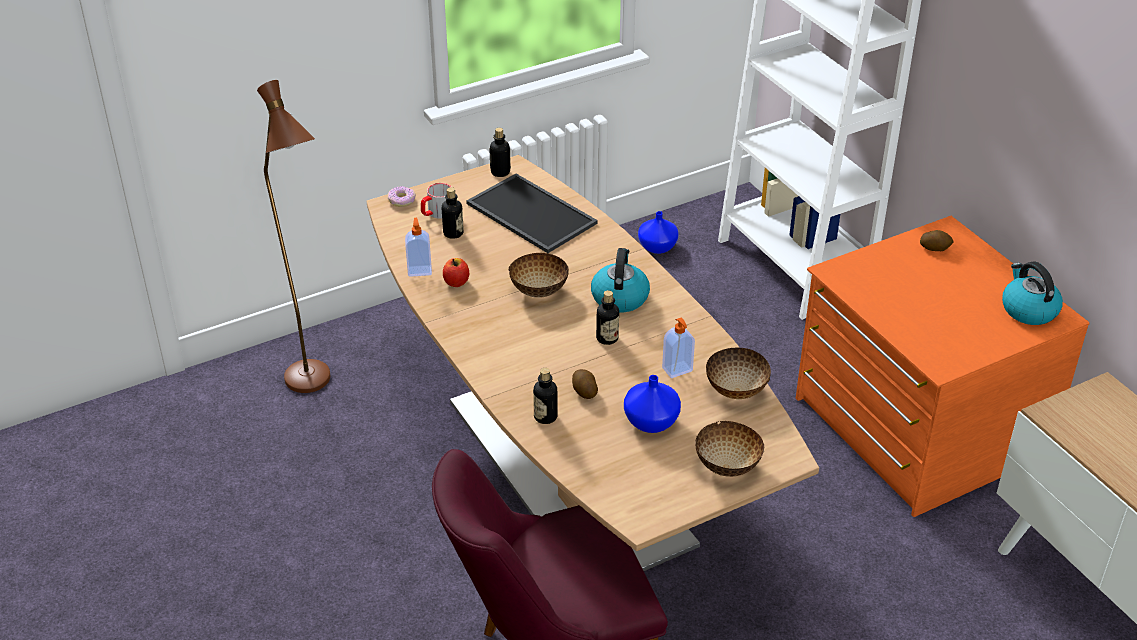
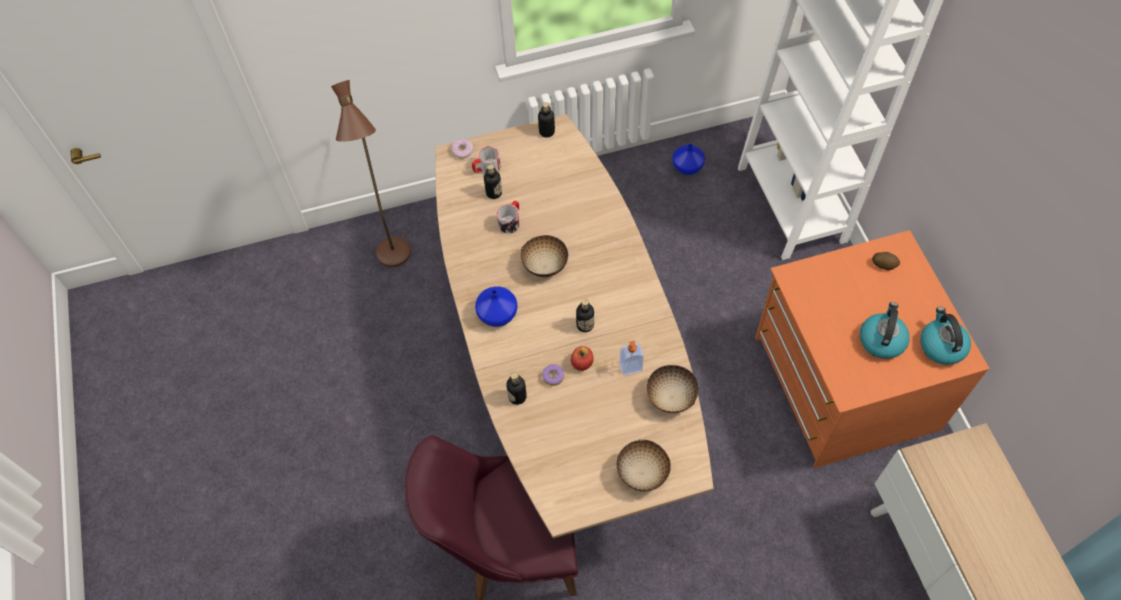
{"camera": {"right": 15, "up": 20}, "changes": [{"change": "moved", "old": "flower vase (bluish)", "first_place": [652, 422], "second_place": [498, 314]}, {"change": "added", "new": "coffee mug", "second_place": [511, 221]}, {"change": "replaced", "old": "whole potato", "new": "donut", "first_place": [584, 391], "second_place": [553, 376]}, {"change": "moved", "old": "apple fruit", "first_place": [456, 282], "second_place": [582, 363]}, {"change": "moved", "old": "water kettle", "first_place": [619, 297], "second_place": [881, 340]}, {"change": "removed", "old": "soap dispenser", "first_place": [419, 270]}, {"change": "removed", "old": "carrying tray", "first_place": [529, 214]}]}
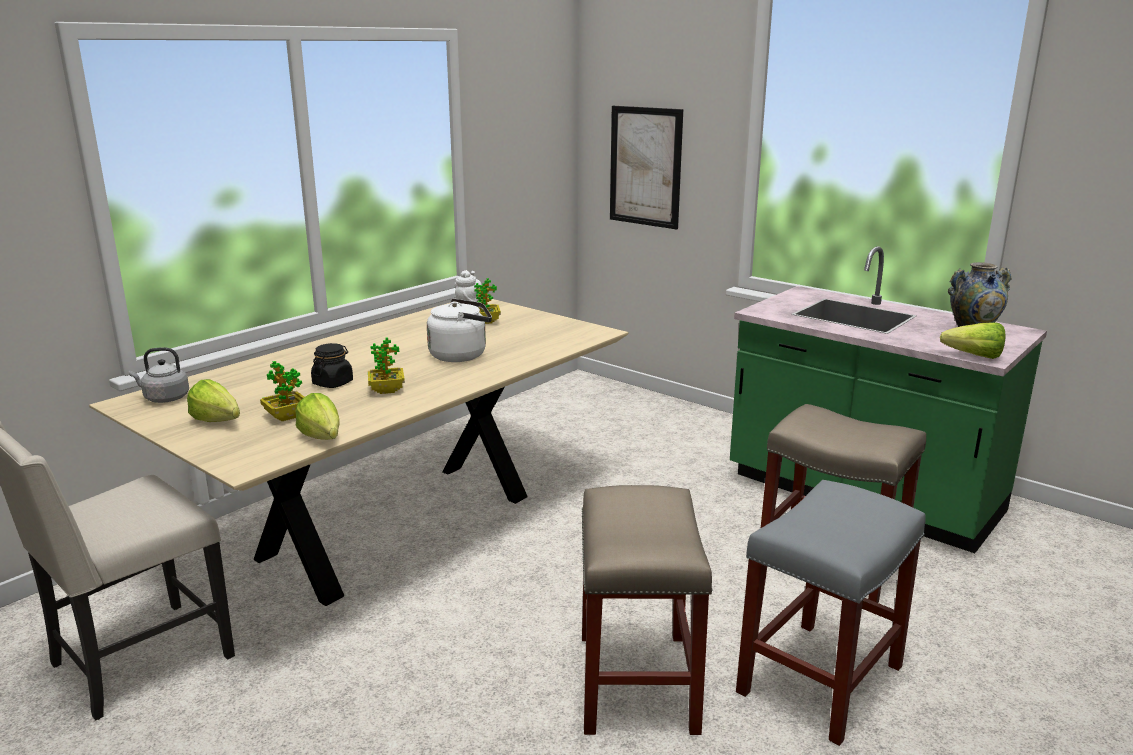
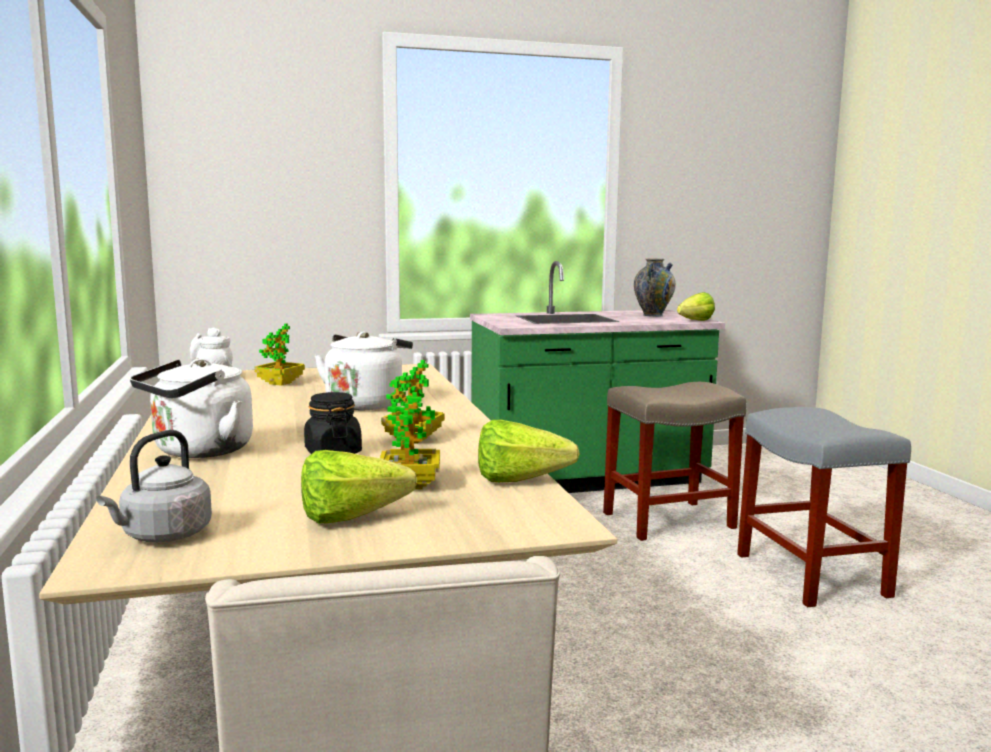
{"camera": {"right": -55, "up": -10}, "changes": [{"change": "added", "new": "water kettle (whitish)", "second_place": [198, 451]}, {"change": "removed", "old": "sitting stool (beige-coloured)", "first_place": [638, 684]}, {"change": "removed", "old": "wall art", "first_place": [645, 166]}]}
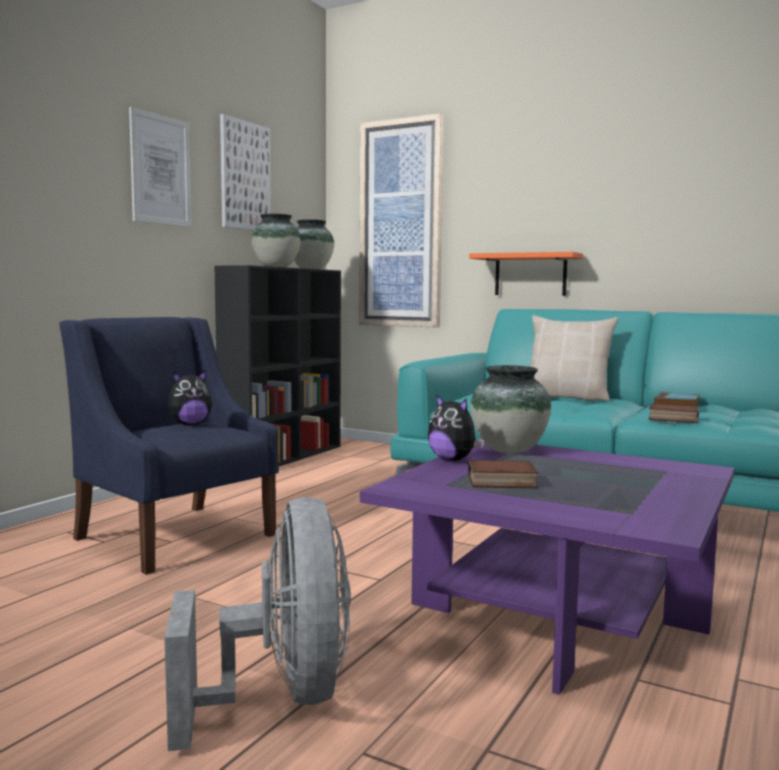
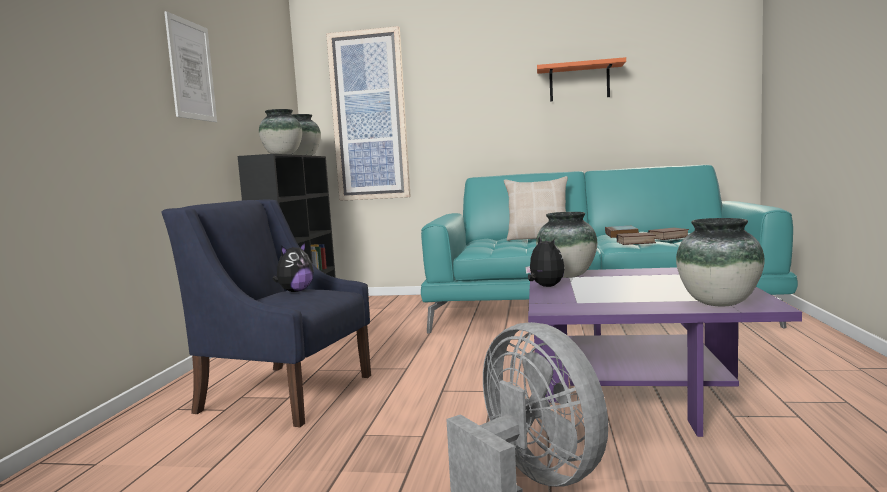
{"camera": {"right": -20, "up": 0}, "changes": [{"change": "turned", "old": "plush toy", "first_place": [453, 460], "second_place": [545, 287], "degrees": -135}, {"change": "moved", "old": "bracket shelf (orangey)", "first_place": [530, 274], "second_place": [579, 82]}, {"change": "moved", "old": "volume", "first_place": [501, 482], "second_place": [668, 237]}, {"change": "added", "new": "flower vase", "second_place": [719, 303]}, {"change": "removed", "old": "wall art", "first_place": [245, 176]}]}
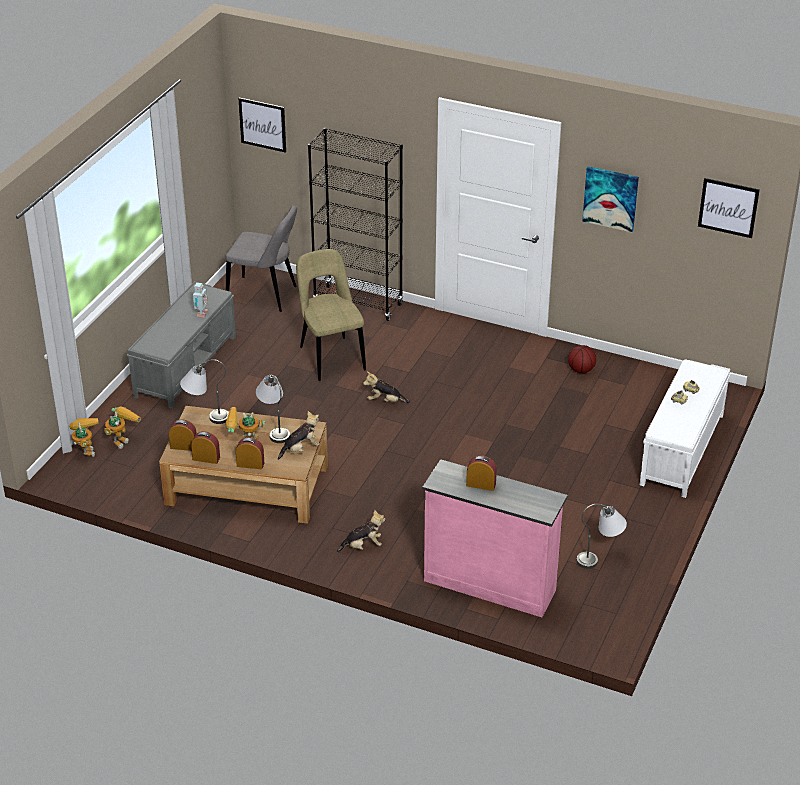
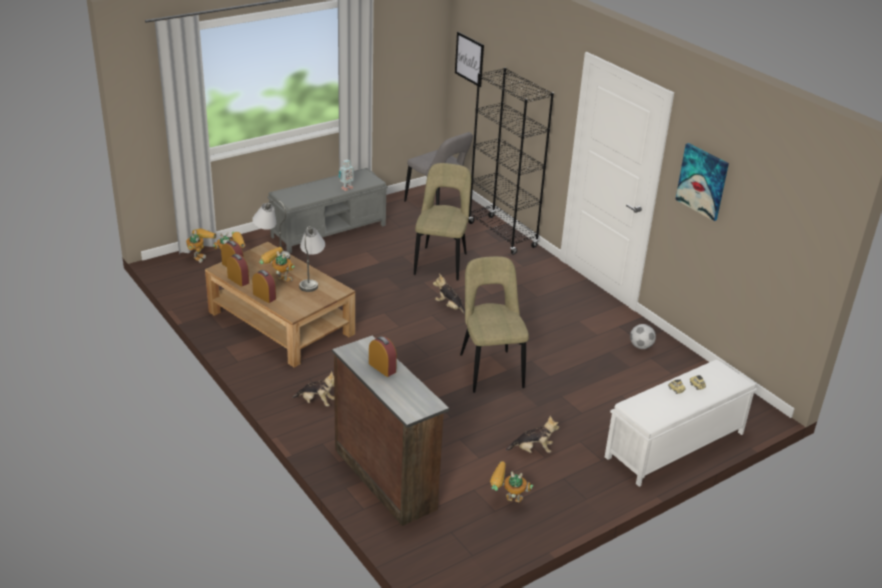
{"camera": {"right": 30, "up": -5}, "changes": [{"change": "recoloured", "old": "drawer chest (pink)", "new": "drawer chest (brownish)", "first_place": [489, 584], "second_place": [386, 477]}, {"change": "added", "new": "plain chair (beige-coloured)", "second_place": [490, 369]}, {"change": "replaced", "old": "tabletop lamp (grey)", "new": "robot figure", "first_place": [600, 558], "second_place": [506, 501]}, {"change": "moved", "old": "plush toy", "first_place": [301, 449], "second_place": [533, 450]}, {"change": "replaced", "old": "basketball", "new": "ball for football", "first_place": [581, 370], "second_place": [640, 346]}, {"change": "removed", "old": "wall art", "first_place": [728, 207]}]}
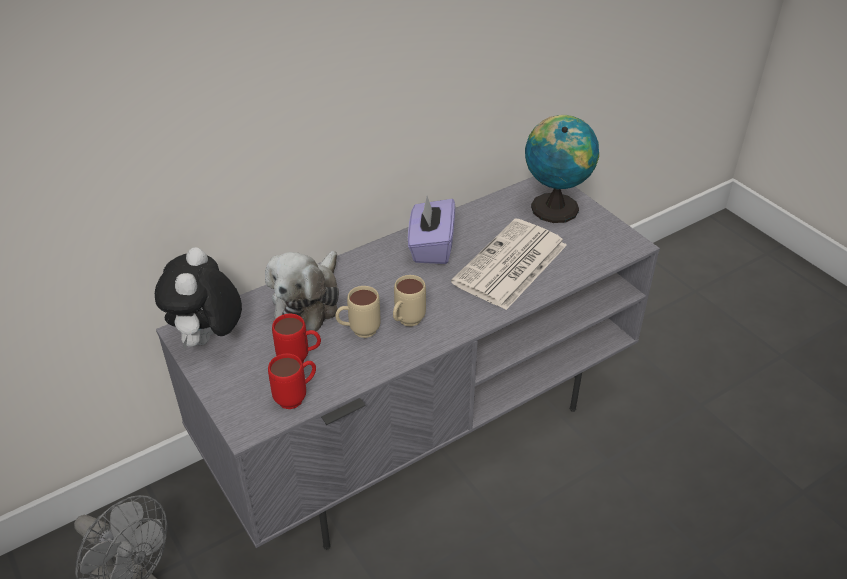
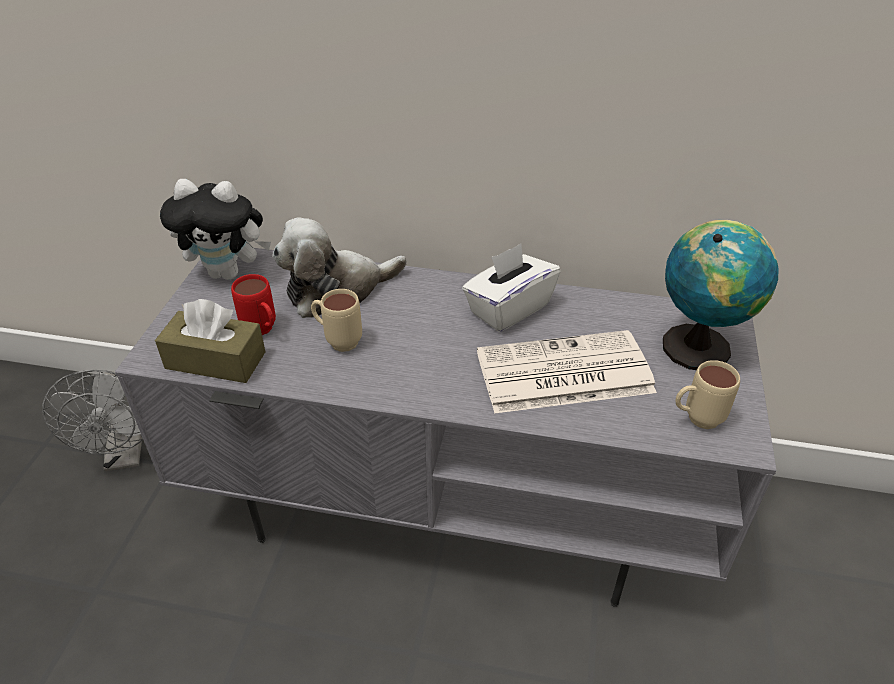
{"camera": {"right": 45, "up": 0}, "changes": [{"change": "replaced", "old": "coffee mug (red)", "new": "tissue holder (brownish)", "first_place": [297, 397], "second_place": [215, 360]}, {"change": "turned", "old": "plush toy", "first_place": [208, 340], "second_place": [228, 273], "degrees": -135}, {"change": "recoloured", "old": "tissue holder (purplish)", "new": "tissue holder (whitish)", "first_place": [431, 247], "second_place": [508, 308]}, {"change": "moved", "old": "coffee mug (beige-coloured)", "first_place": [406, 323], "second_place": [695, 420]}]}
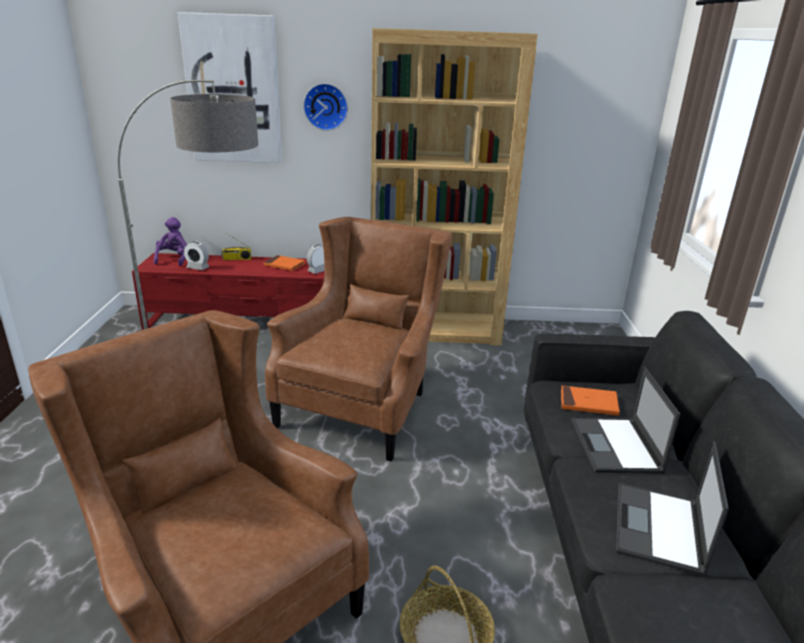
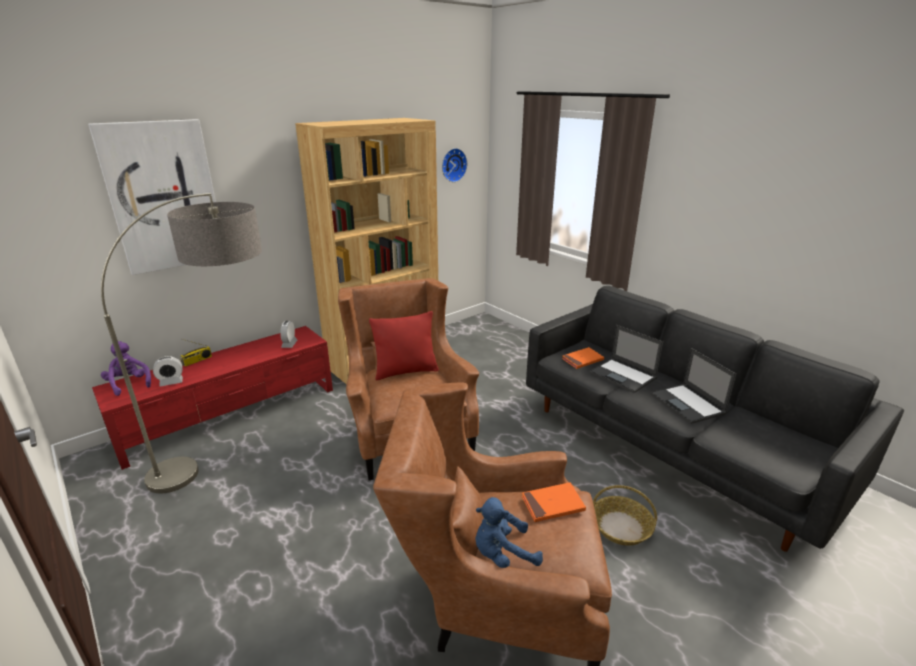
{"camera": {"right": -40, "up": 0}, "changes": [{"change": "added", "new": "throw pillow (red)", "second_place": [406, 371]}, {"change": "moved", "old": "hanging clock", "first_place": [326, 106], "second_place": [453, 165]}, {"change": "added", "new": "plush toy (bluish)", "second_place": [502, 554]}, {"change": "moved", "old": "volume (orangey)", "first_place": [284, 265], "second_place": [552, 504]}]}
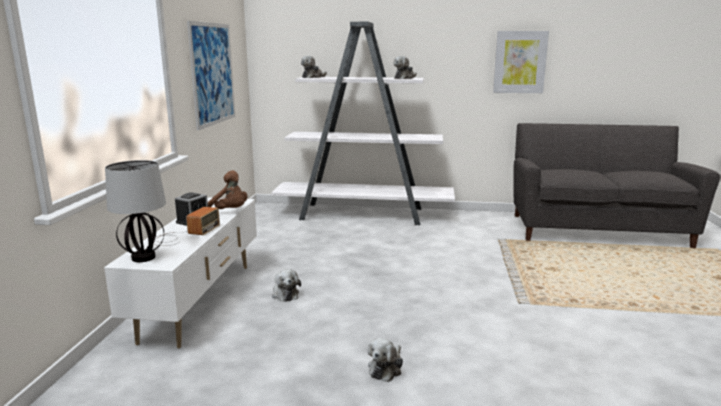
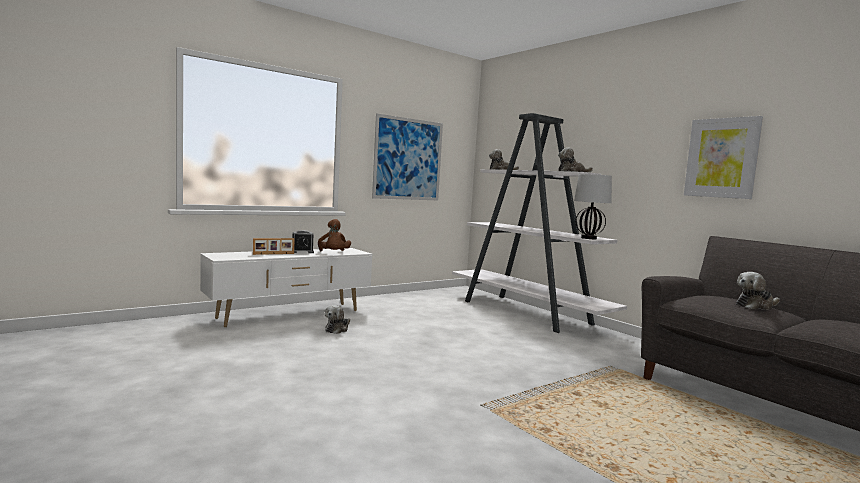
{"camera": {"right": 45, "up": -10}, "changes": [{"change": "replaced", "old": "radio receiver", "new": "picture frame", "first_place": [183, 235], "second_place": [273, 254]}, {"change": "moved", "old": "tabletop lamp", "first_place": [144, 257], "second_place": [589, 238]}, {"change": "moved", "old": "plush toy", "first_place": [386, 368], "second_place": [755, 306]}]}
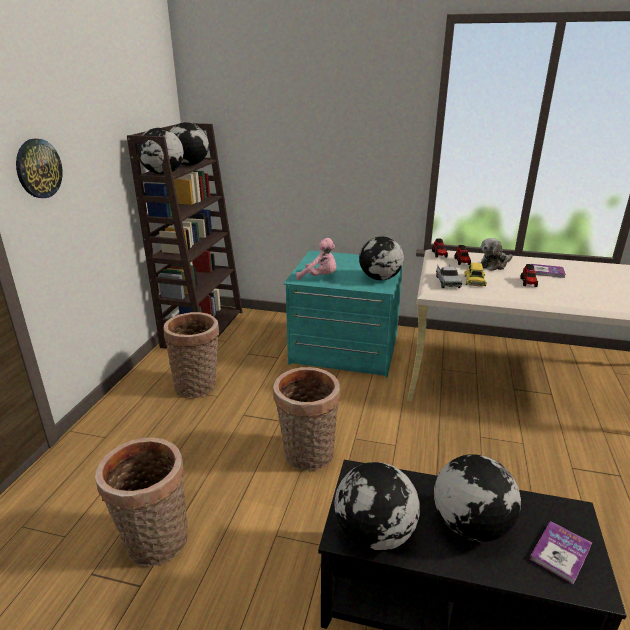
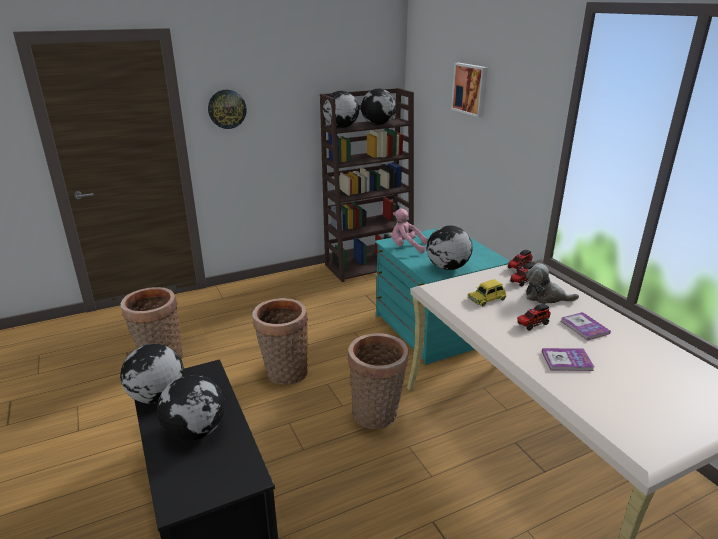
{"camera": {"right": 50, "up": 0}, "changes": [{"change": "moved", "old": "storage basket", "first_place": [198, 387], "second_place": [377, 415]}, {"change": "turned", "old": "plush toy (pink)", "first_place": [320, 277], "second_place": [406, 247], "degrees": 120}, {"change": "added", "new": "wall art", "second_place": [470, 89]}, {"change": "moved", "old": "volume", "first_place": [560, 552], "second_place": [567, 361]}, {"change": "removed", "old": "toy lorry", "first_place": [447, 281]}]}
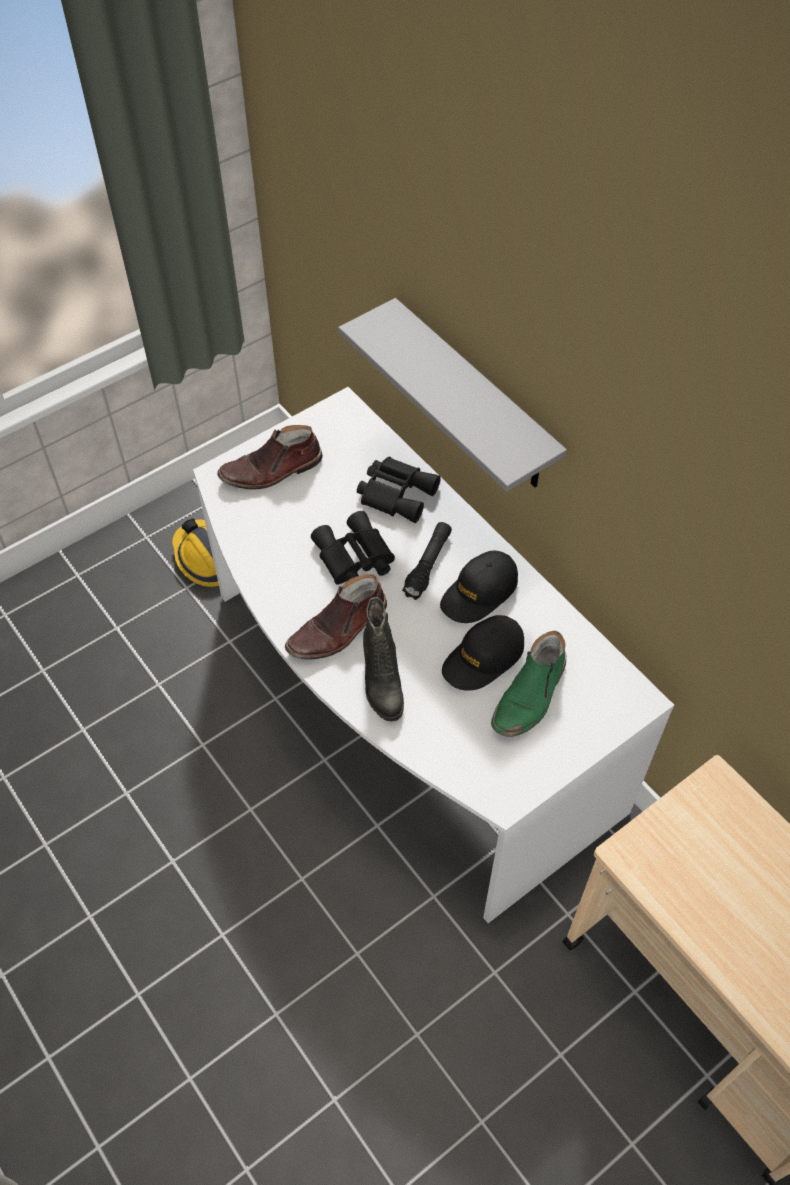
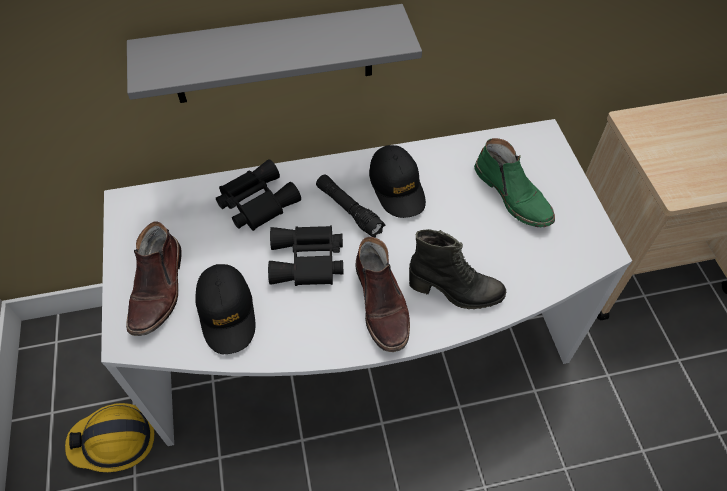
{"camera": {"right": -65, "up": 0}, "changes": [{"change": "moved", "old": "cap (black-coloured)", "first_place": [483, 658], "second_place": [227, 313]}]}
